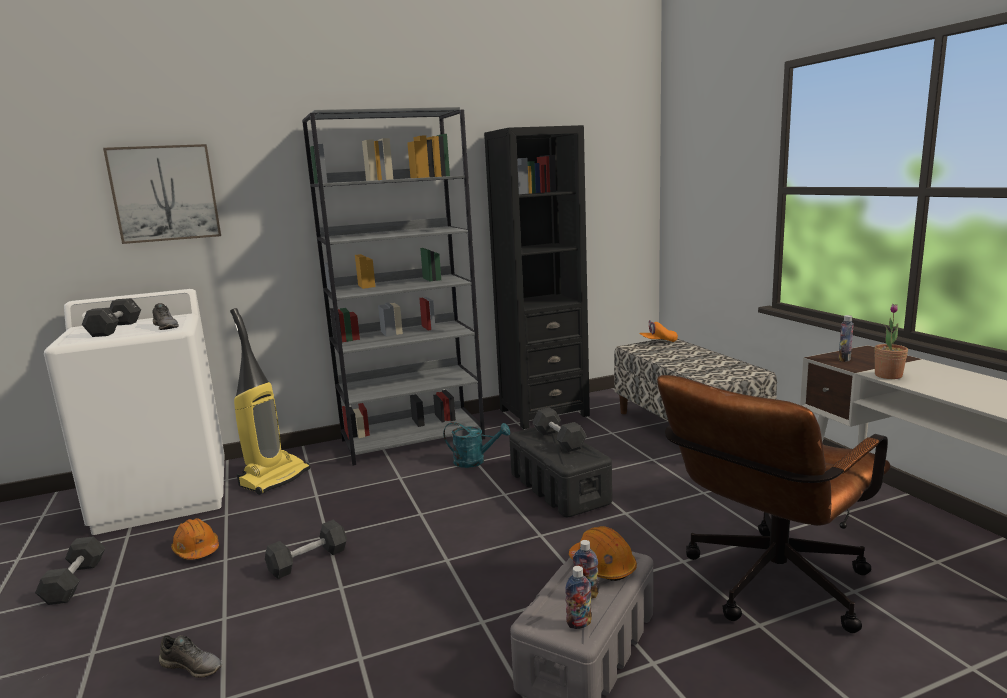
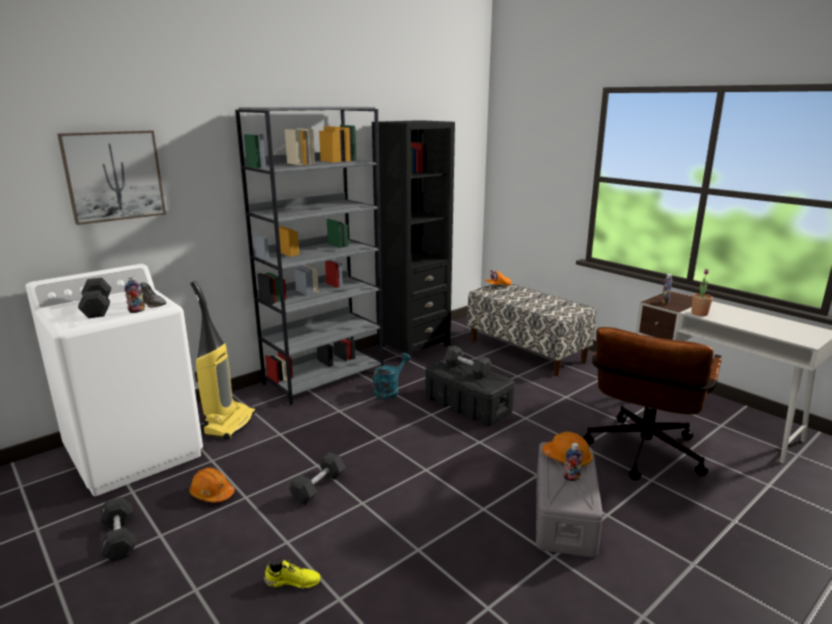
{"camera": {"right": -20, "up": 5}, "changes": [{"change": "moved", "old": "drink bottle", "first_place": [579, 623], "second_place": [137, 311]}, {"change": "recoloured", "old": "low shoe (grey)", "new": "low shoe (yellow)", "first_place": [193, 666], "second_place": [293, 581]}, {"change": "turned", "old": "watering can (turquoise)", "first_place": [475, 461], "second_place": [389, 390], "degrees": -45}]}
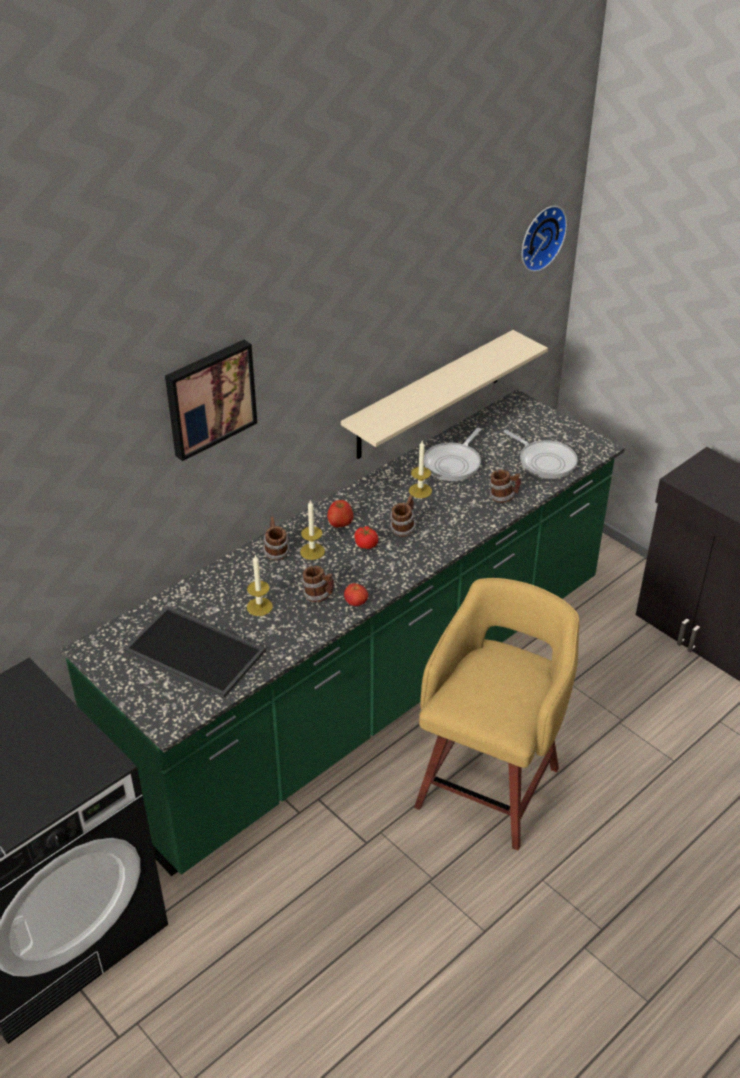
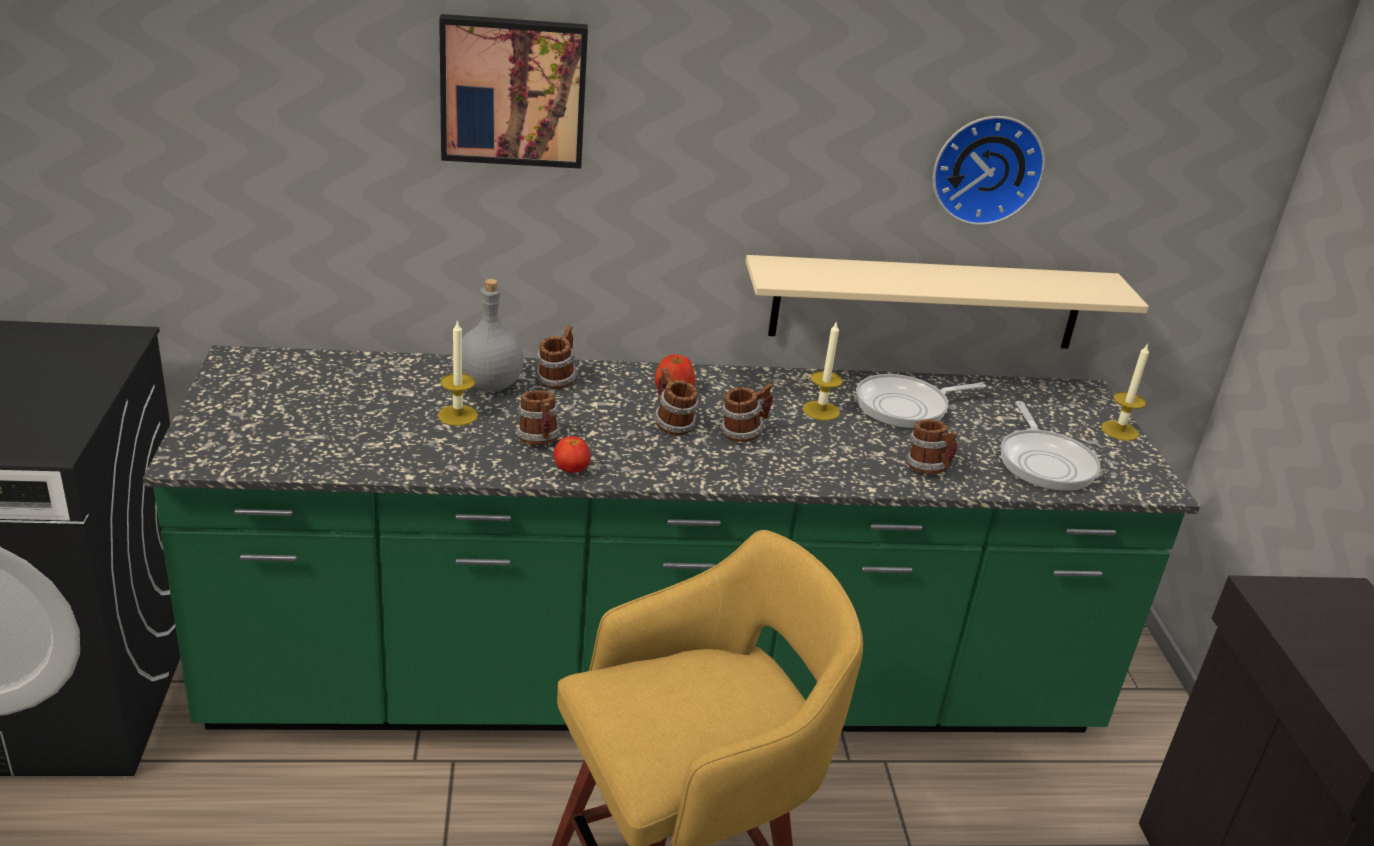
{"camera": {"right": 35, "up": -10}, "changes": [{"change": "added", "new": "drink bottle (grey)", "second_place": [491, 385]}, {"change": "replaced", "old": "fresh tomato", "new": "coffee mug", "first_place": [366, 545], "second_place": [672, 425]}, {"change": "moved", "old": "hanging clock", "first_place": [540, 237], "second_place": [985, 168]}, {"change": "moved", "old": "wax candle", "first_place": [312, 551], "second_place": [1119, 431]}, {"change": "removed", "old": "carrying tray", "first_place": [192, 652]}]}
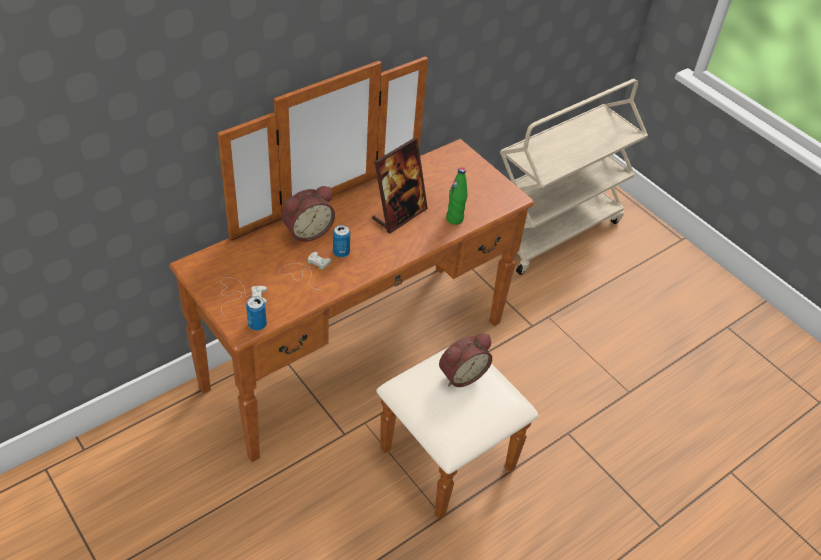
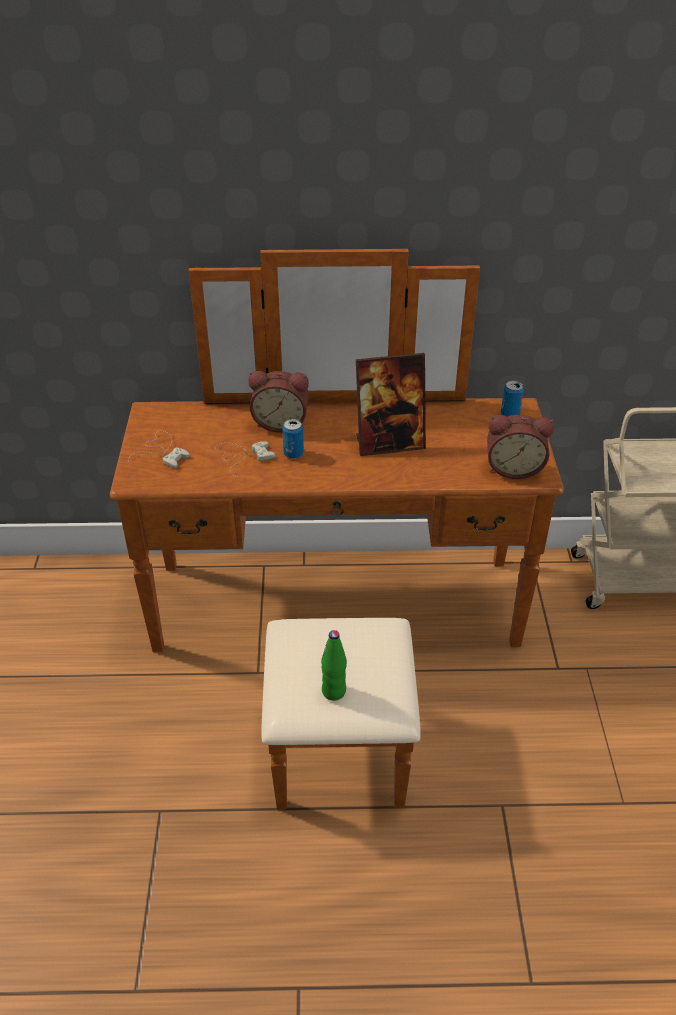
{"camera": {"right": 40, "up": -5}, "changes": [{"change": "moved", "old": "drink bottle (greenish)", "first_place": [454, 219], "second_place": [334, 691]}, {"change": "moved", "old": "bedside clock", "first_place": [461, 374], "second_place": [513, 468]}, {"change": "moved", "old": "sealed can", "first_place": [257, 324], "second_place": [510, 414]}]}
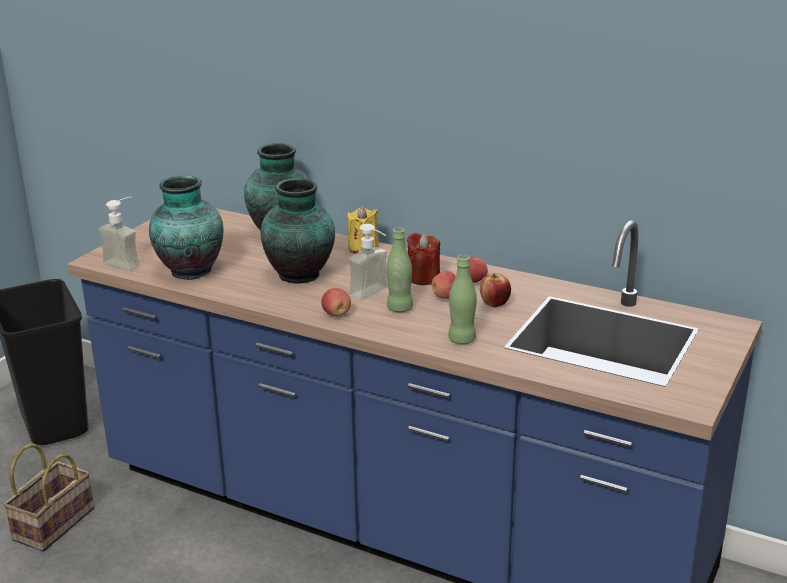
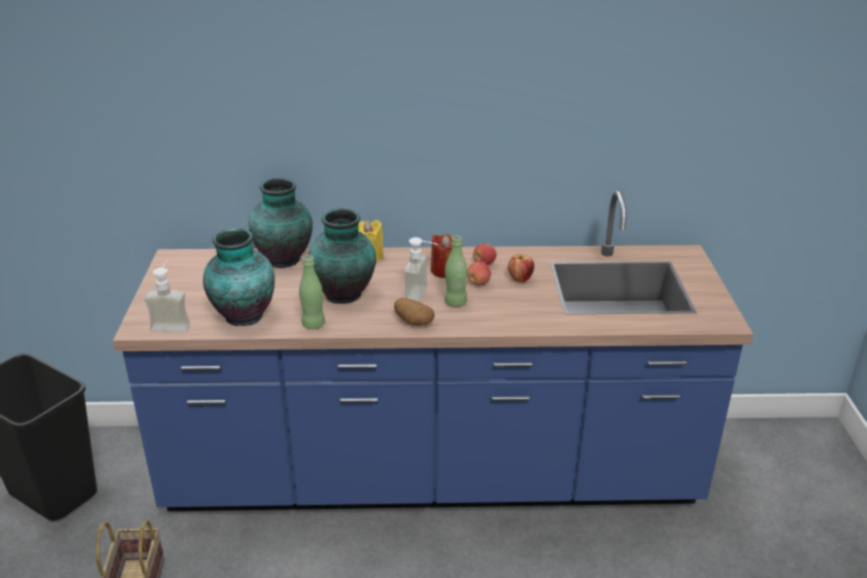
{"camera": {"right": -30, "up": 5}, "changes": [{"change": "moved", "old": "drink bottle (greenish)", "first_place": [462, 339], "second_place": [313, 324]}, {"change": "replaced", "old": "apple fruit", "new": "whole potato", "first_place": [336, 314], "second_place": [412, 322]}]}
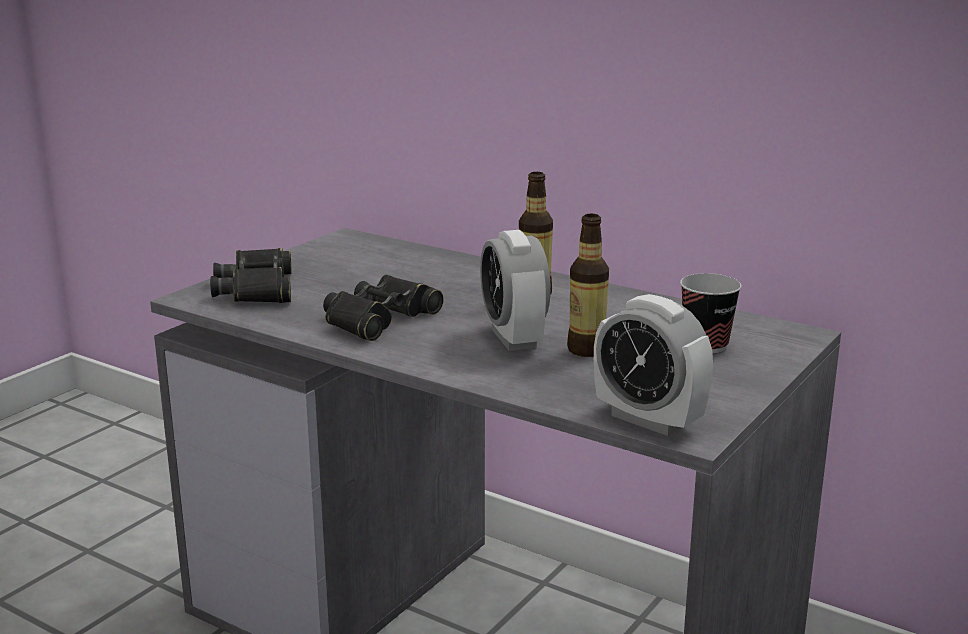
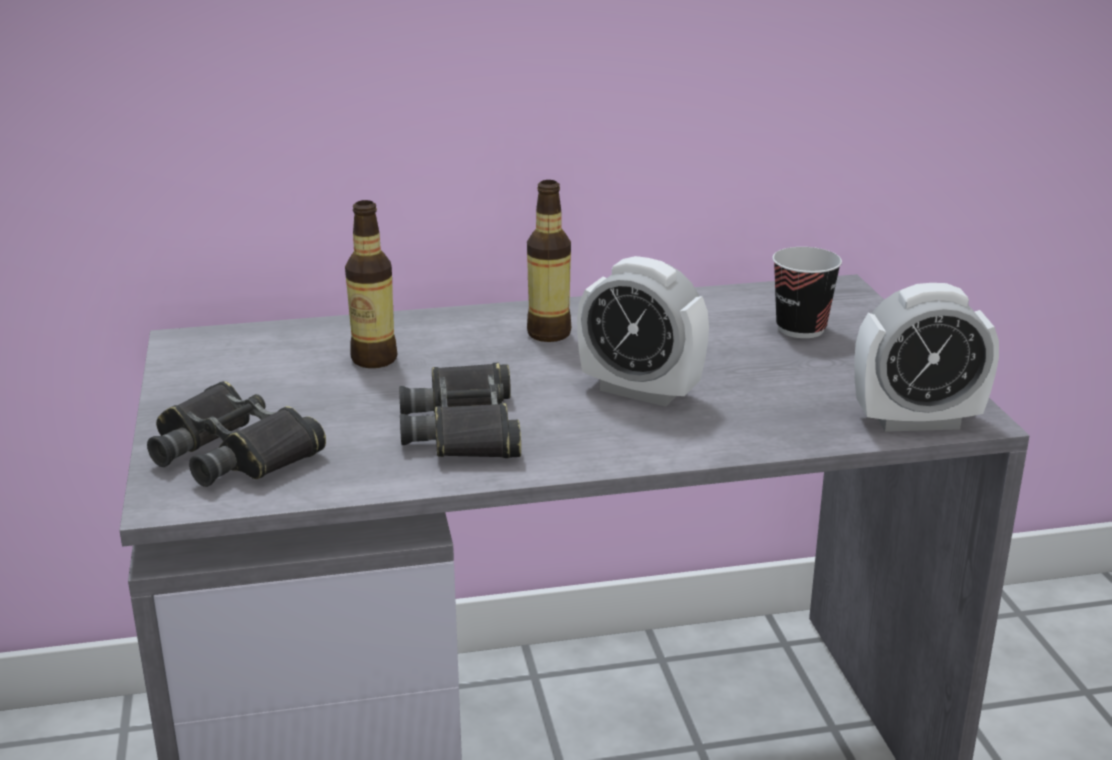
{"camera": {"right": -45, "up": 5}, "changes": [{"change": "moved", "old": "drink bottle", "first_place": [586, 350], "second_place": [374, 359]}]}
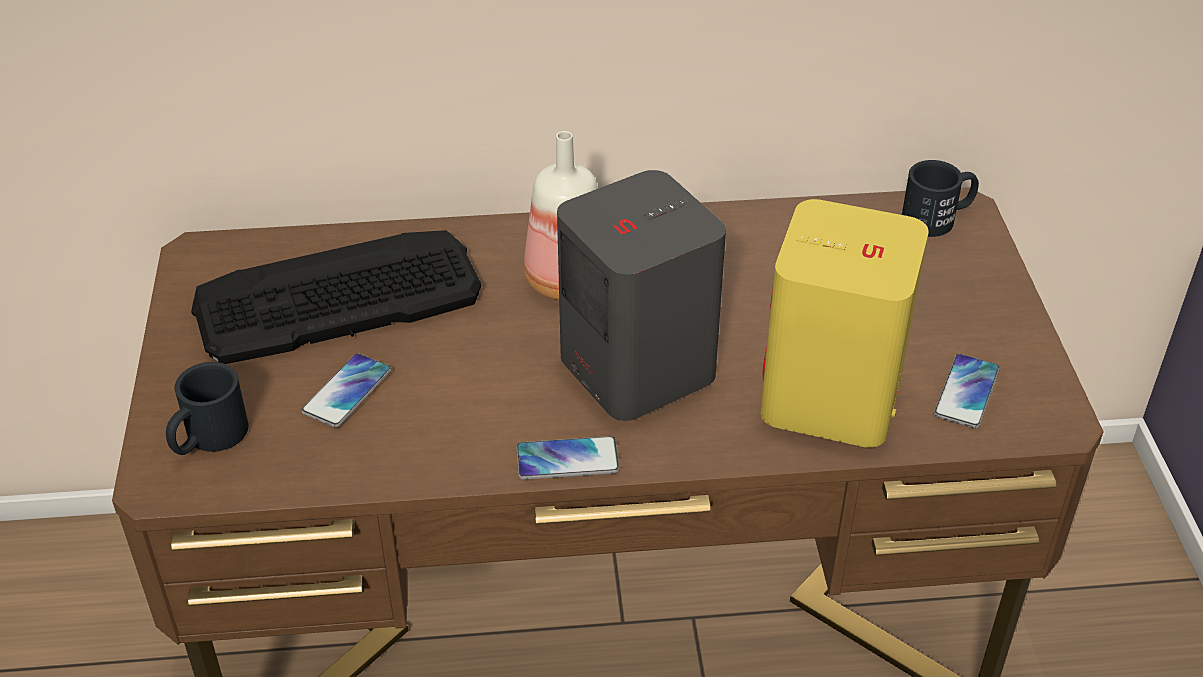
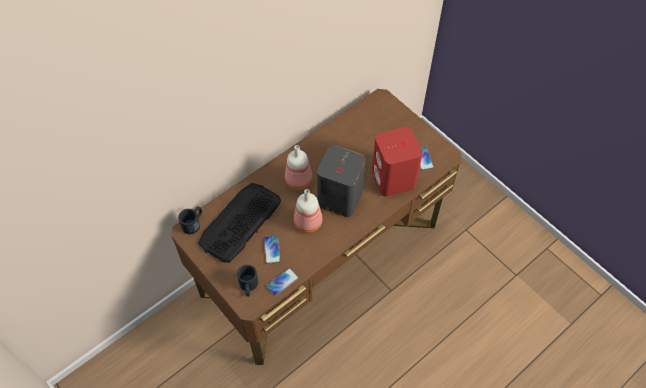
{"camera": {"right": -35, "up": 15}, "changes": [{"change": "moved", "old": "coffee mug (black-coloured)", "first_place": [938, 218], "second_place": [193, 223]}, {"change": "moved", "old": "handset", "first_place": [567, 459], "second_place": [282, 282]}, {"change": "added", "new": "drink bottle", "second_place": [308, 221]}, {"change": "recoloured", "old": "loudspeaker (yellow)", "new": "loudspeaker (red)", "first_place": [830, 398], "second_place": [393, 179]}]}
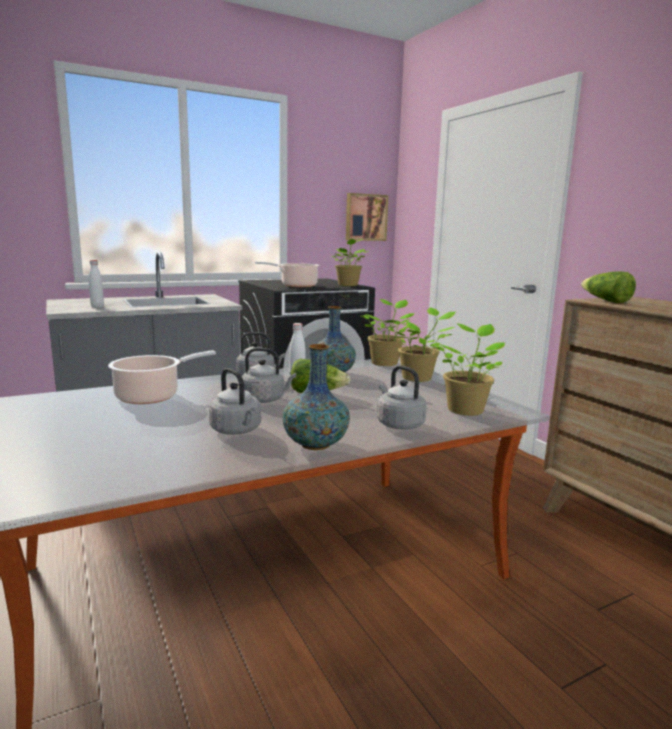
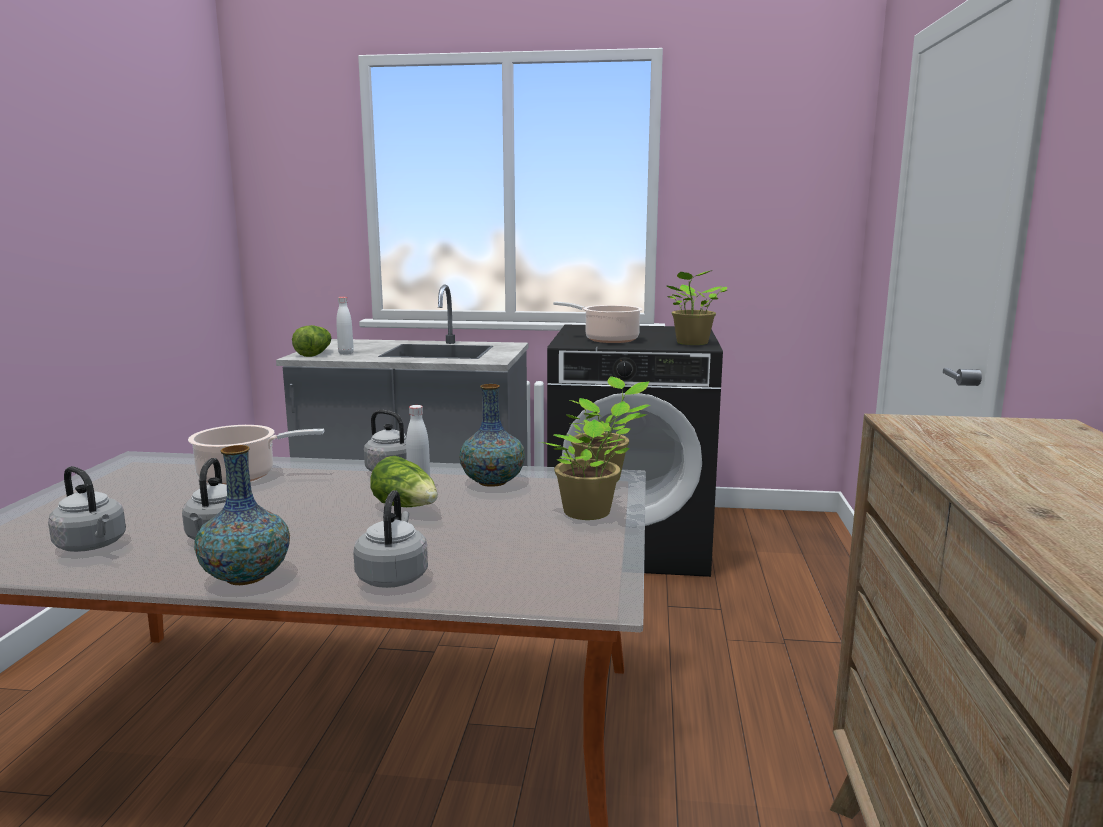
{"camera": {"right": 35, "up": 0}, "changes": [{"change": "moved", "old": "water kettle (grey)", "first_place": [265, 399], "second_place": [93, 545]}, {"change": "moved", "old": "lettuce", "first_place": [605, 301], "second_place": [314, 354]}, {"change": "removed", "old": "wall art", "first_place": [365, 217]}, {"change": "removed", "old": "houseplant", "first_place": [466, 409]}]}
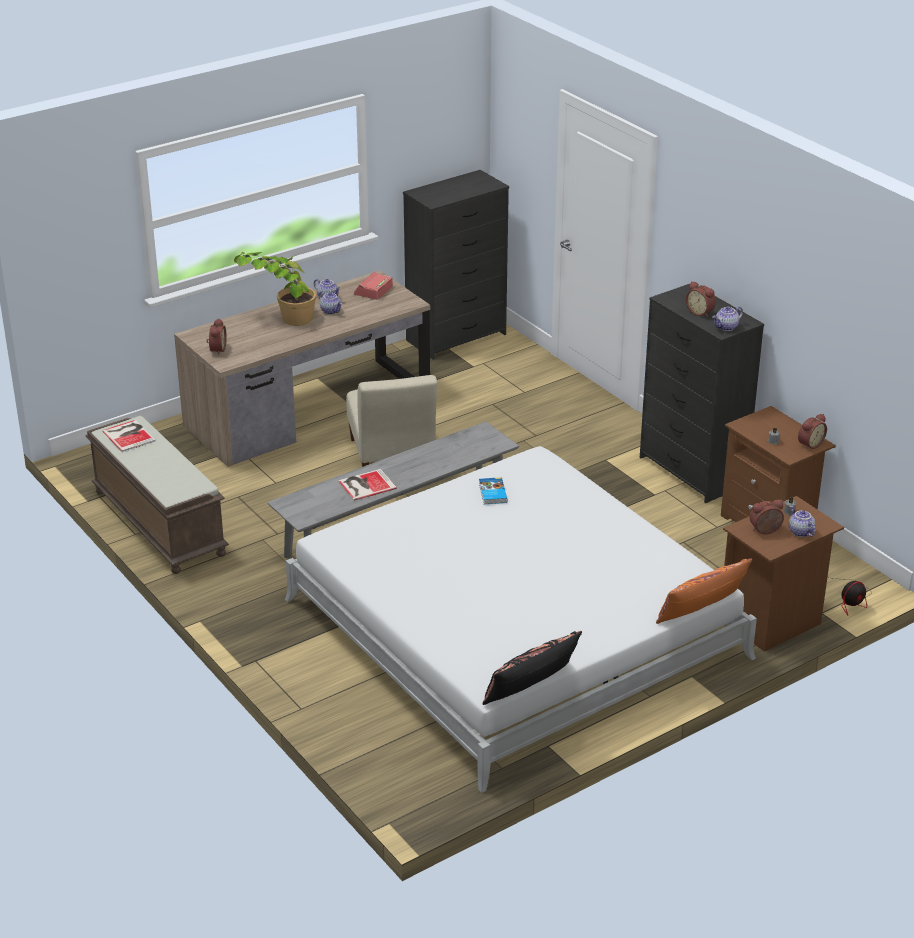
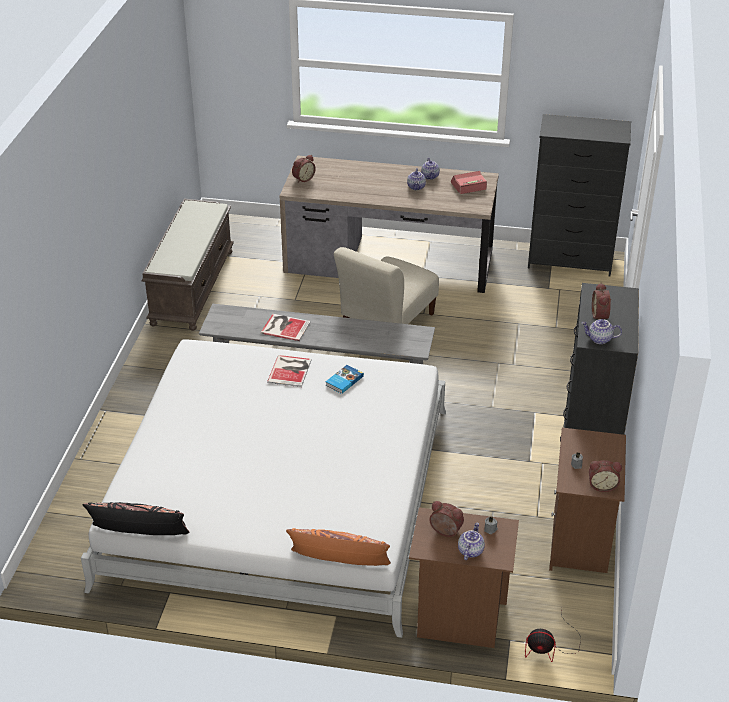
{"camera": {"right": 45, "up": 5}, "changes": [{"change": "moved", "old": "volume", "first_place": [129, 435], "second_place": [291, 370]}, {"change": "removed", "old": "houseplant", "first_place": [281, 317]}]}
